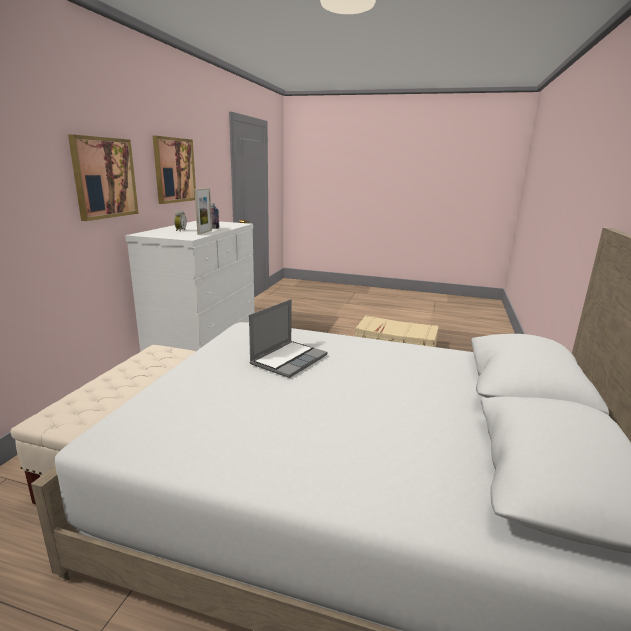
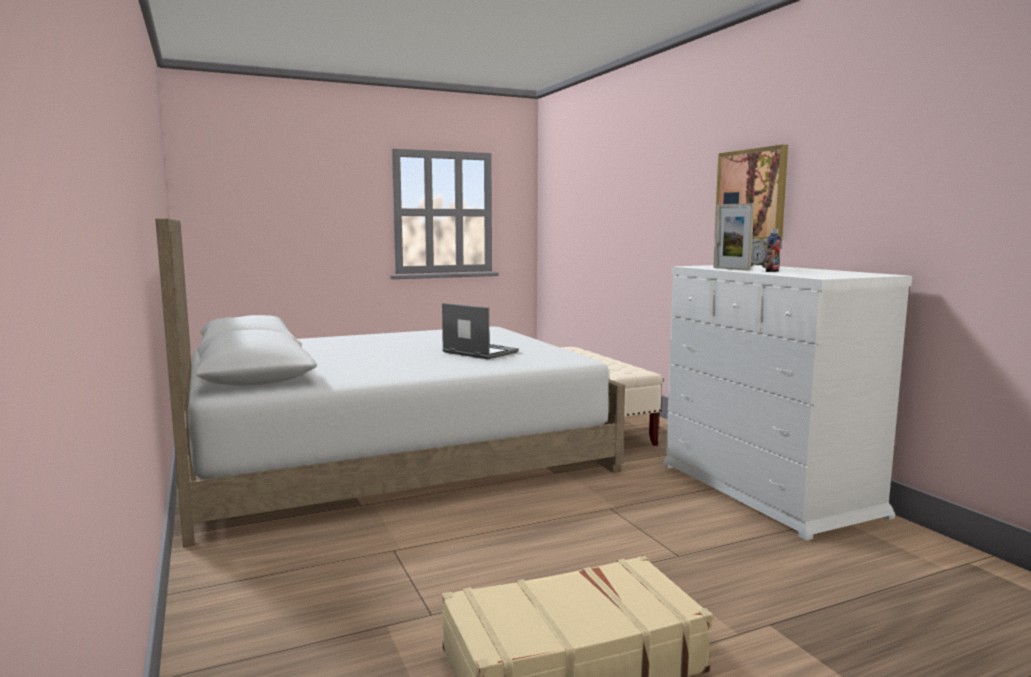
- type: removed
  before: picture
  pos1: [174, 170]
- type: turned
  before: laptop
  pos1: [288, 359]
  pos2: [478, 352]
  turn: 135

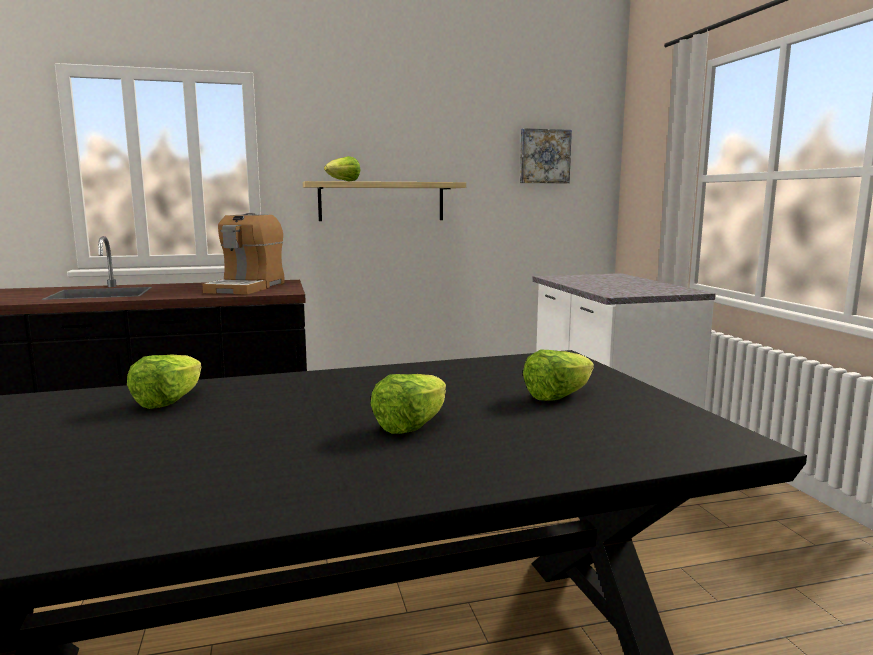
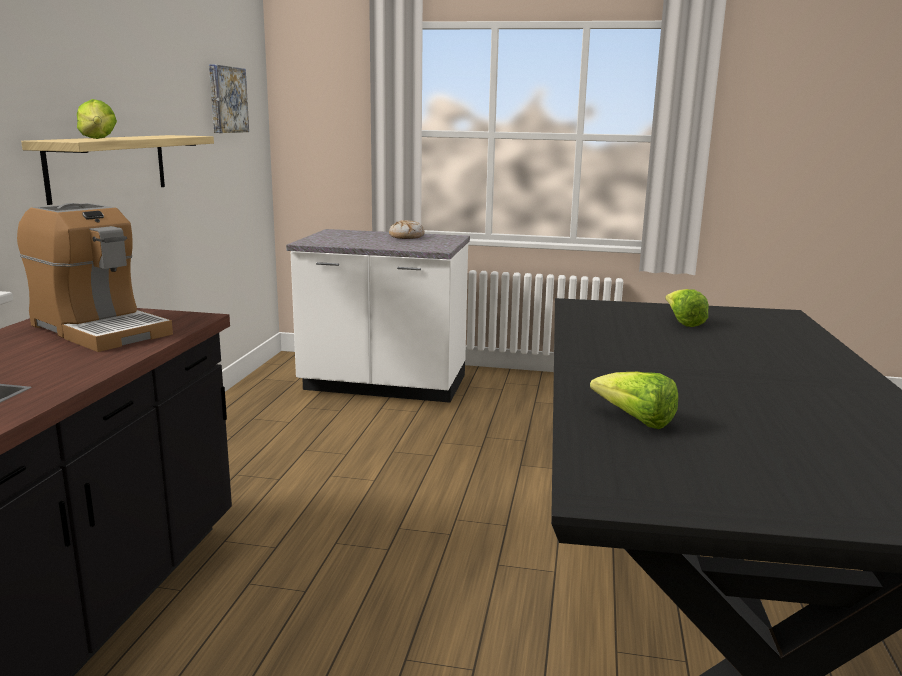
- type: removed
  before: lettuce
  pos1: [411, 426]
- type: added
  after: bread
  pos2: [406, 237]

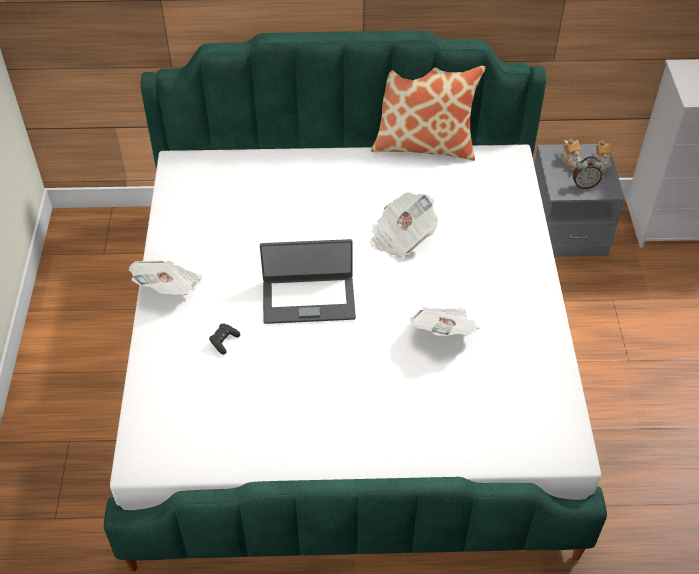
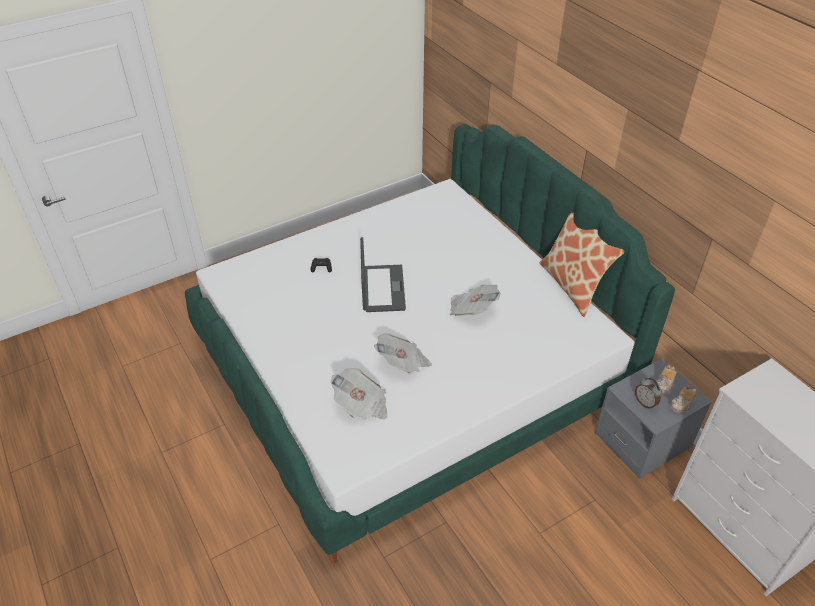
- type: turned
  before: laptop
  pos1: [308, 299]
  pos2: [382, 289]
  turn: -150
- type: moved
  before: newspaper
  pos1: [169, 288]
  pos2: [361, 405]

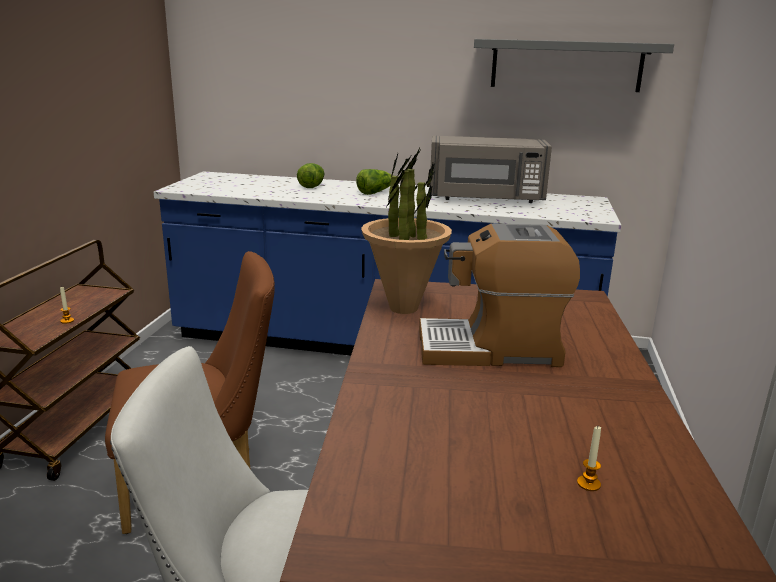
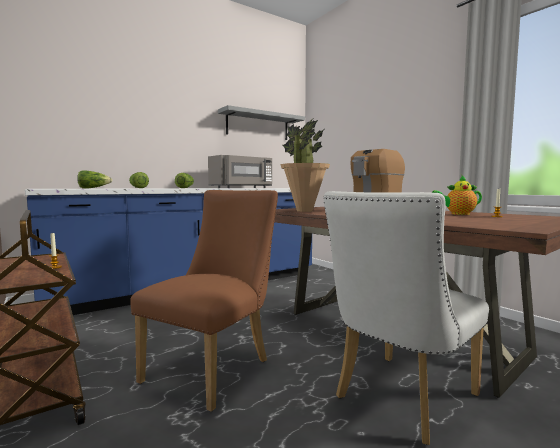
- type: added
  after: lettuce
  pos2: [93, 188]
- type: added
  after: teapot
  pos2: [458, 214]

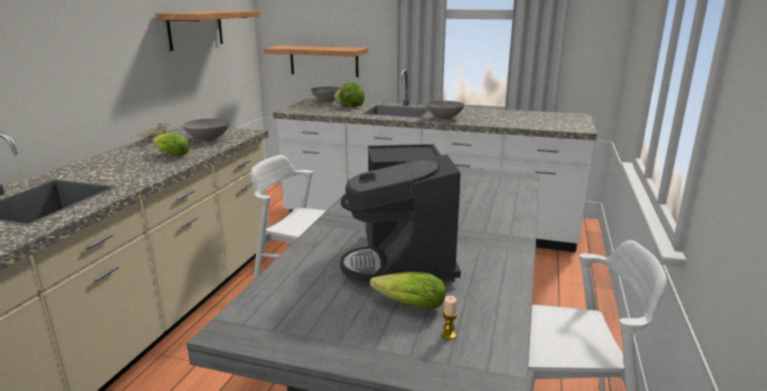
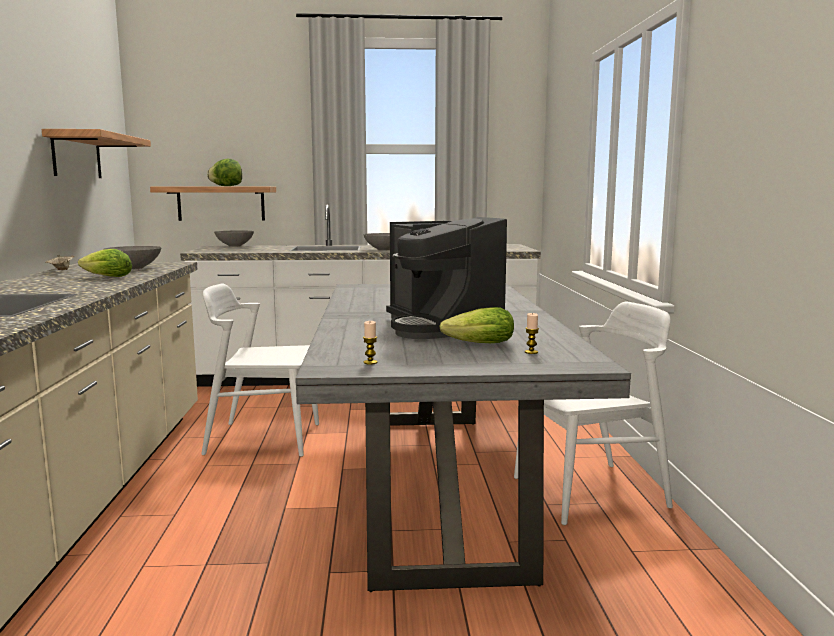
- type: moved
  before: lettuce
  pos1: [350, 106]
  pos2: [226, 186]
- type: added
  after: candle
  pos2: [370, 362]

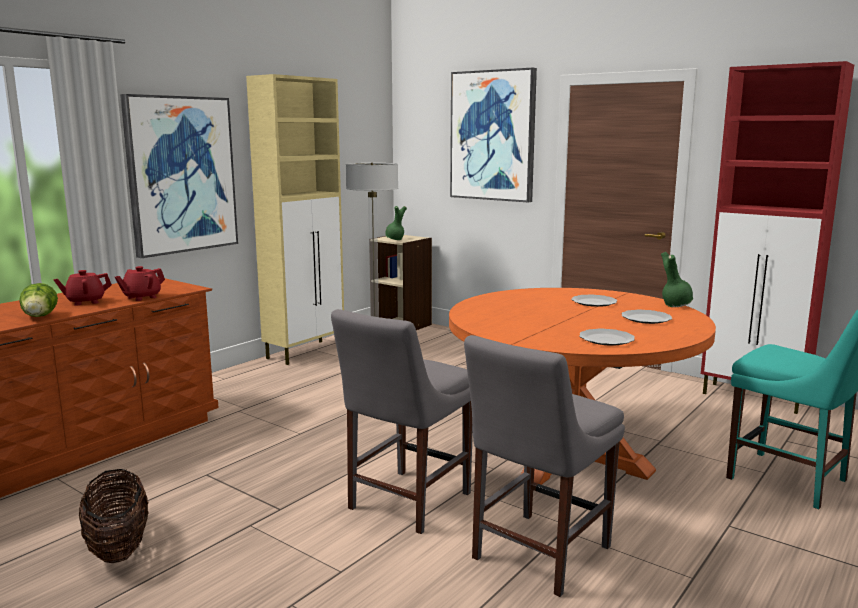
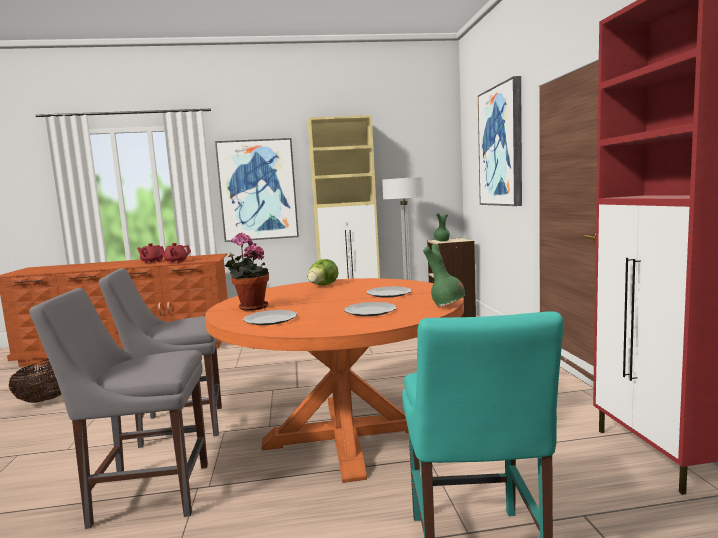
- type: moved
  before: lettuce
  pos1: [40, 317]
  pos2: [322, 285]
- type: added
  after: potted plant
  pos2: [250, 308]

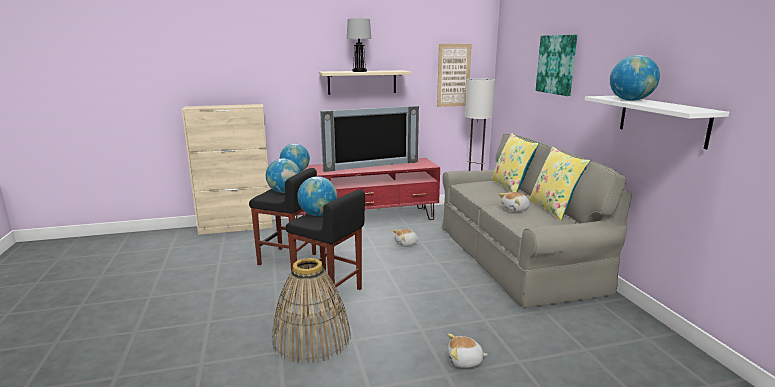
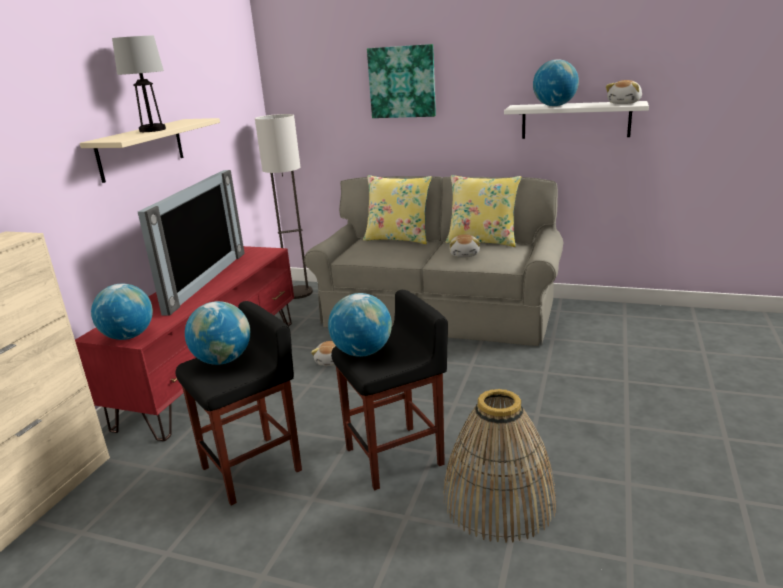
- type: removed
  before: picture
  pos1: [453, 75]
- type: moved
  before: plush toy
  pos1: [464, 361]
  pos2: [625, 103]

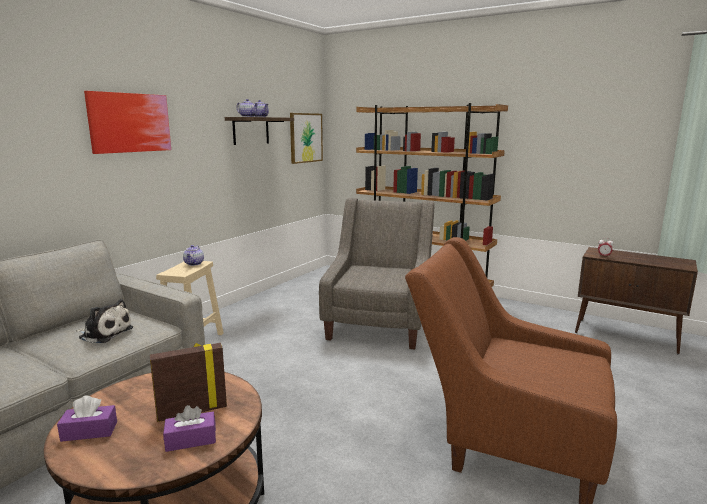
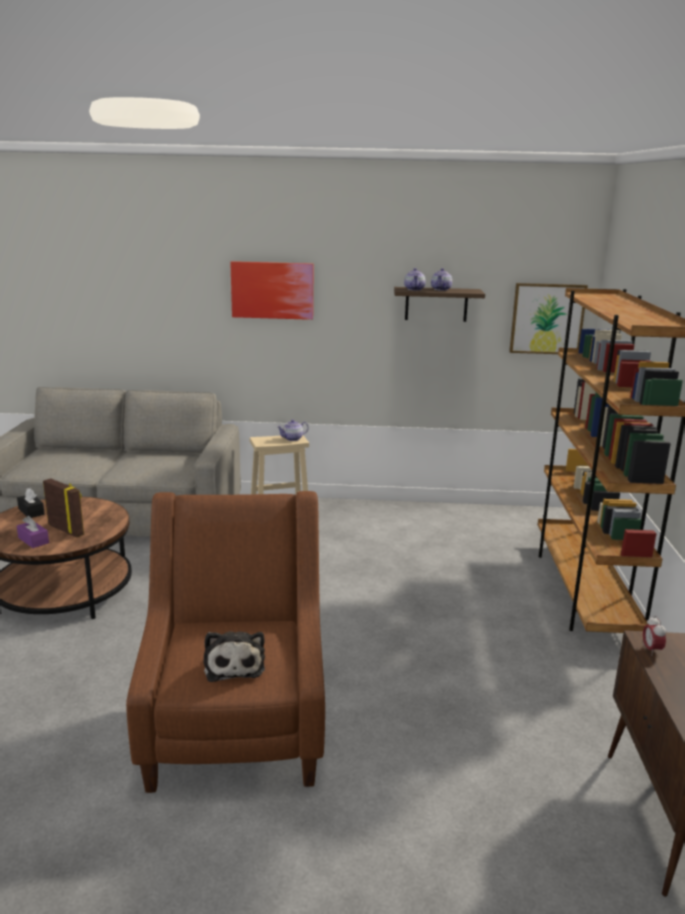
- type: removed
  before: grey armchair
  pos1: [379, 323]
- type: moved
  before: plush toy
  pos1: [104, 333]
  pos2: [234, 664]
- type: recoloured
  before: purple tissue box
  after: black tissue box
  pos1: [89, 431]
  pos2: [31, 511]

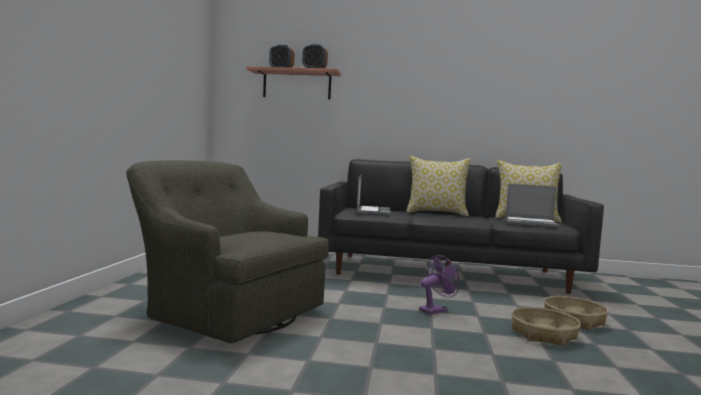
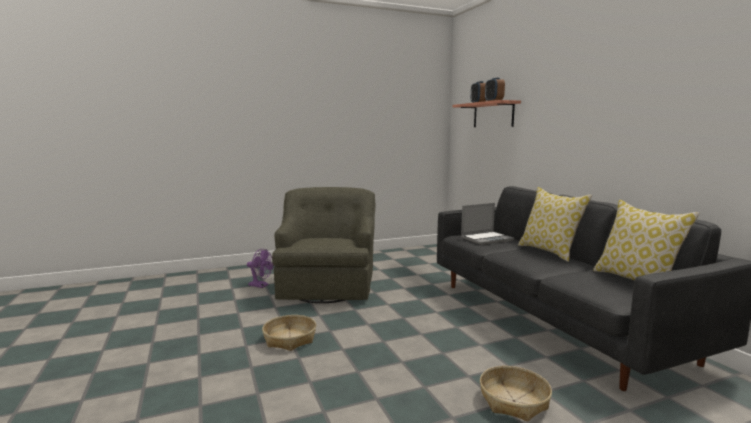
- type: removed
  before: laptop
  pos1: [531, 223]
- type: moved
  before: purple fan
  pos1: [436, 310]
  pos2: [261, 285]
- type: moved
  before: basket
  pos1: [543, 334]
  pos2: [290, 339]

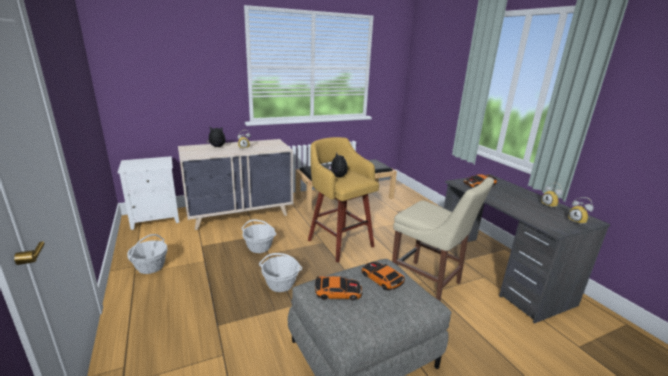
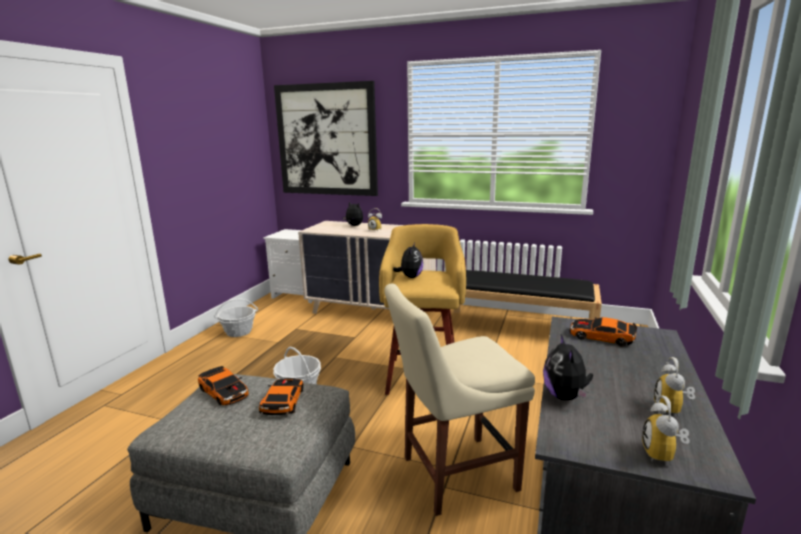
- type: turned
  before: beige chair
  pos1: [428, 284]
  pos2: [453, 474]
  turn: 75
- type: removed
  before: basket
  pos1: [259, 247]
- type: added
  after: picture
  pos2: [326, 140]
- type: added
  after: plush toy
  pos2: [565, 396]

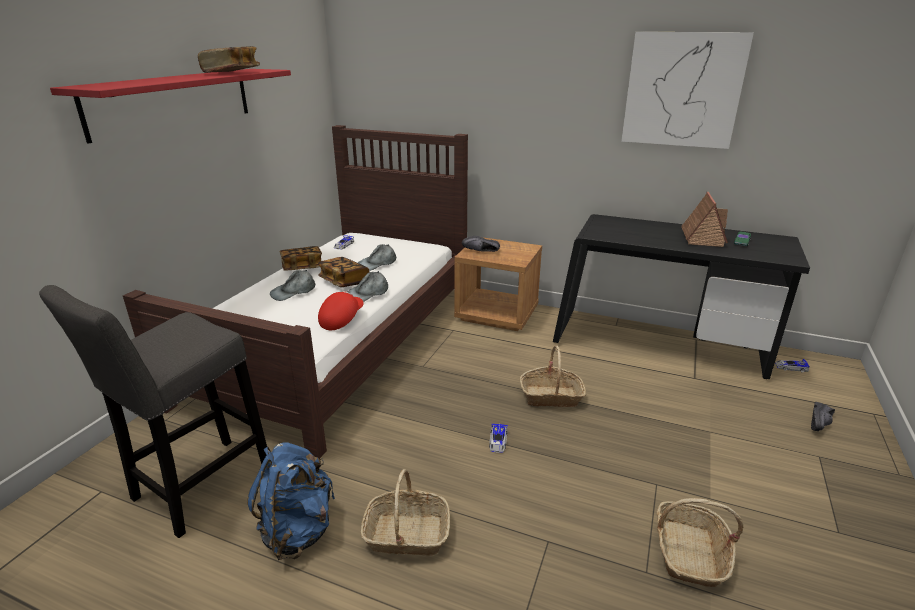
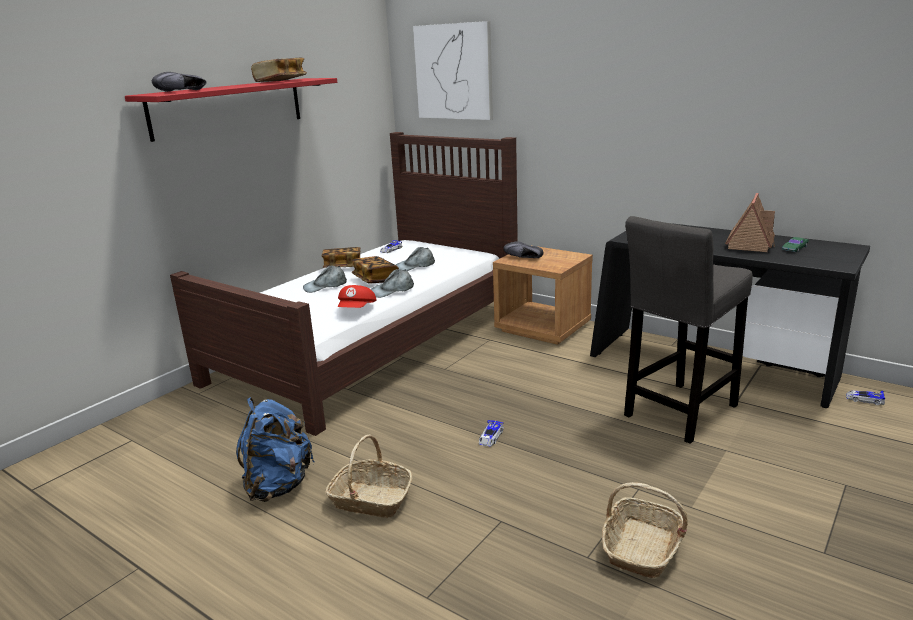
- type: moved
  before: picture
  pos1: [682, 90]
  pos2: [454, 72]
- type: moved
  before: grey stool
  pos1: [197, 488]
  pos2: [678, 413]
- type: turned
  before: red cap
  pos1: [341, 319]
  pos2: [357, 309]
  turn: 150
- type: removed
  before: basket
  pos1: [551, 396]
- type: moved
  before: black shoe
  pos1: [821, 424]
  pos2: [183, 91]

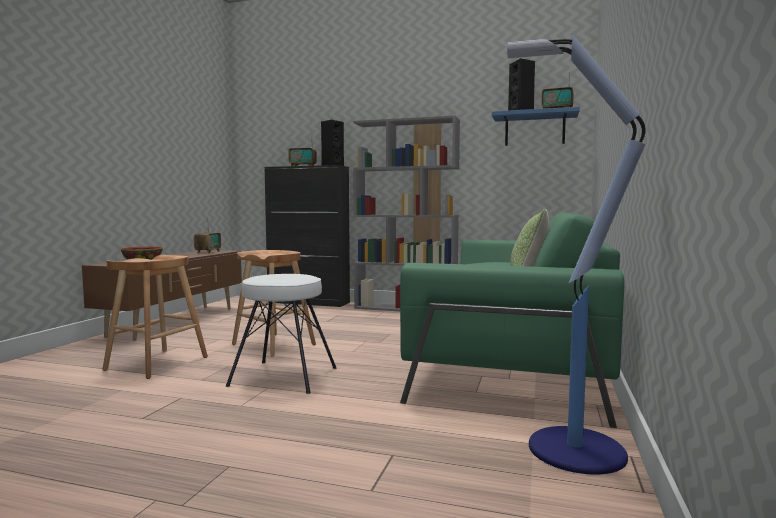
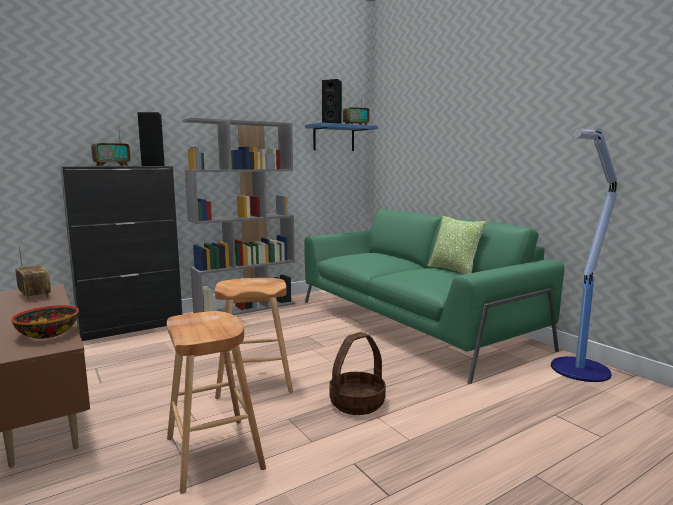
- type: replaced
  before: white stool
  after: basket
  pos1: [284, 376]
  pos2: [357, 403]

